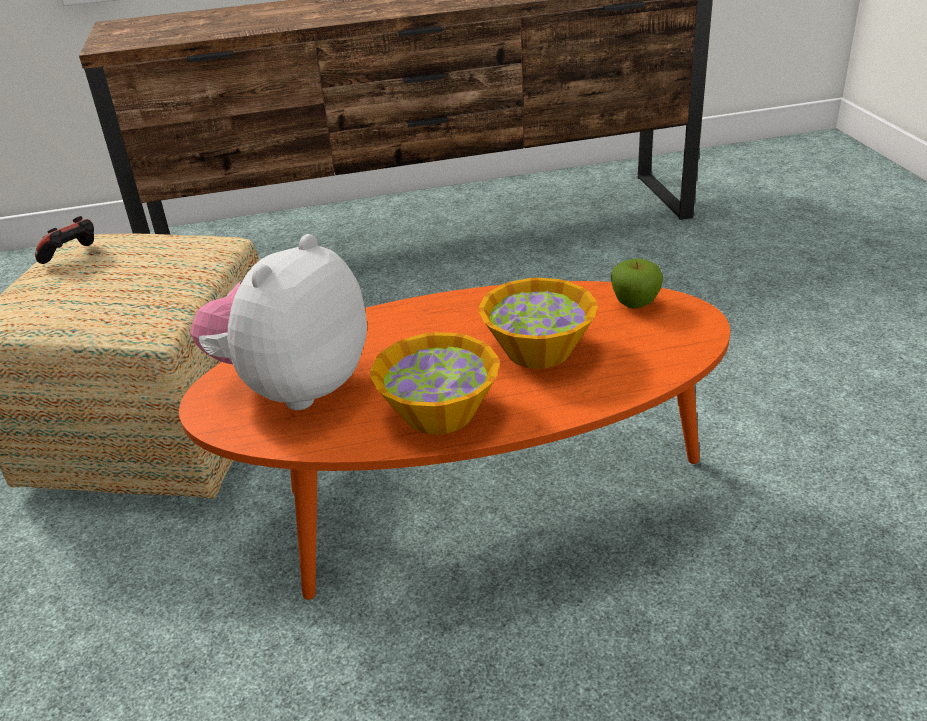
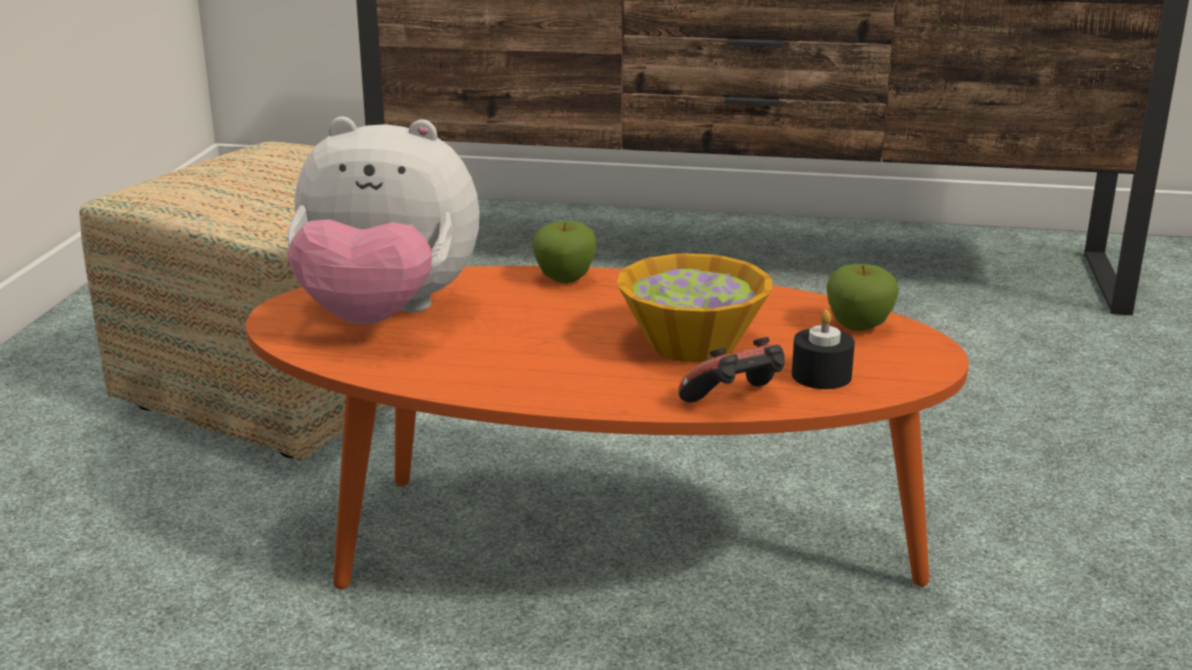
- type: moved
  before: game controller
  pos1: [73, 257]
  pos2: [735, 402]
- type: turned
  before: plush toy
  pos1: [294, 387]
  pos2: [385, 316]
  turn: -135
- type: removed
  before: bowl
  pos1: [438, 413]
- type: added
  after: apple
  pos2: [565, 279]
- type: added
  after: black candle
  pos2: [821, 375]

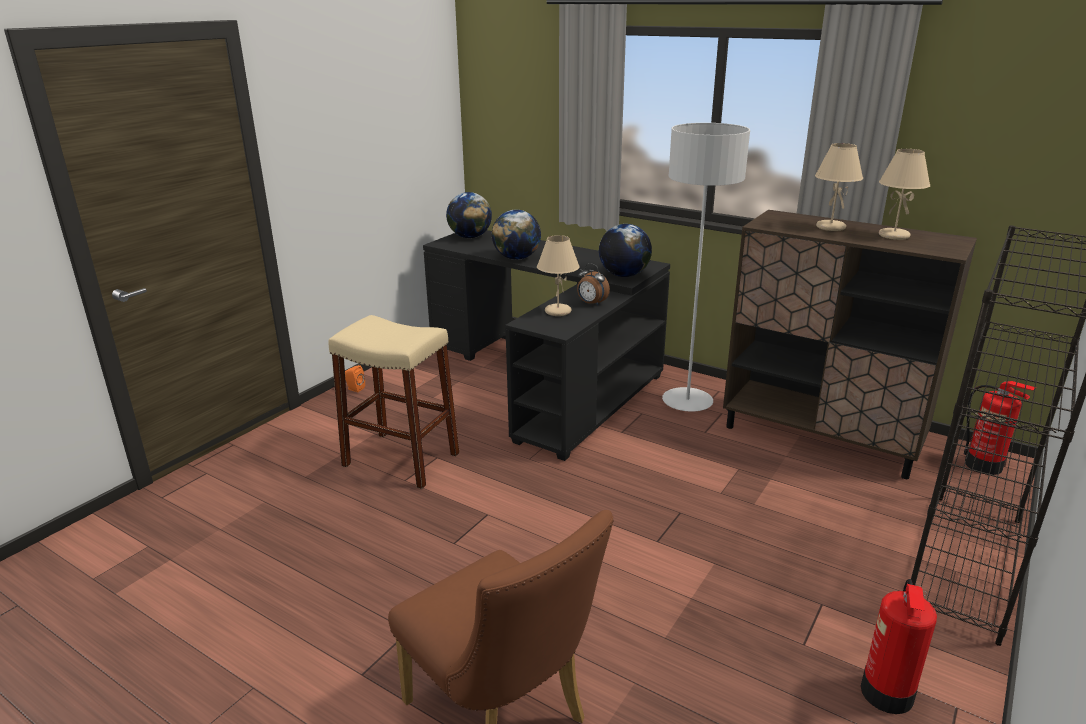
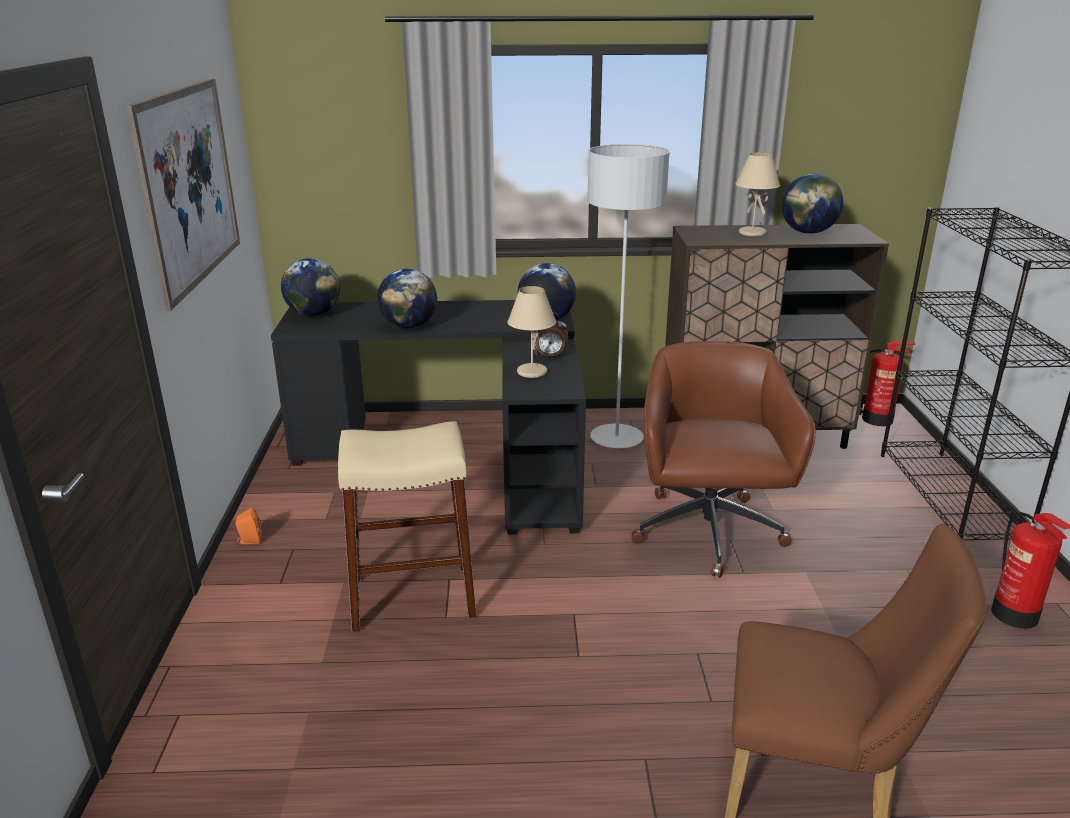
- type: replaced
  before: beige table lamp
  after: globe
  pos1: [893, 236]
  pos2: [808, 232]
- type: added
  after: picture
  pos2: [190, 186]
- type: added
  after: brown office chair
  pos2: [708, 534]

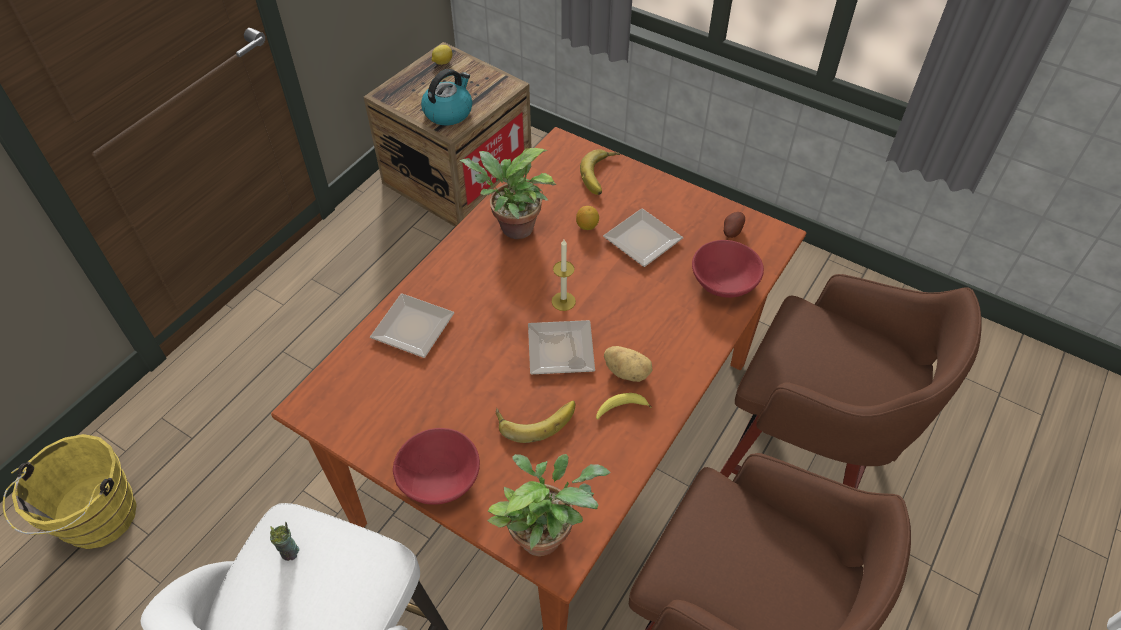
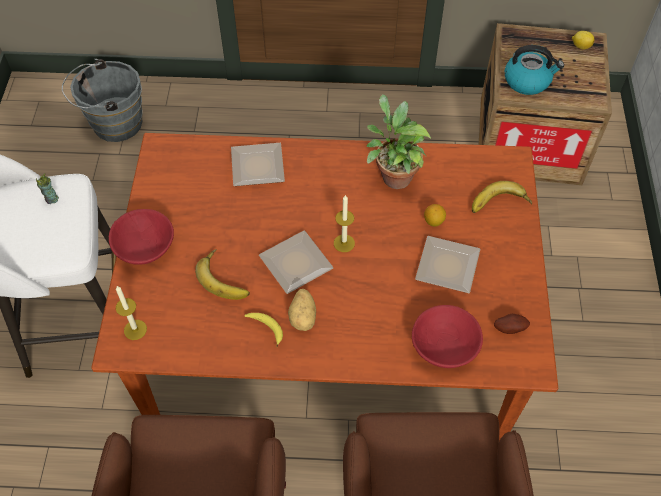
- type: recoloured
  before: yellow bucket
  after: grey bucket
  pos1: [95, 521]
  pos2: [113, 124]
- type: replaced
  before: potted plant
  after: candle
  pos1: [545, 532]
  pos2: [135, 329]

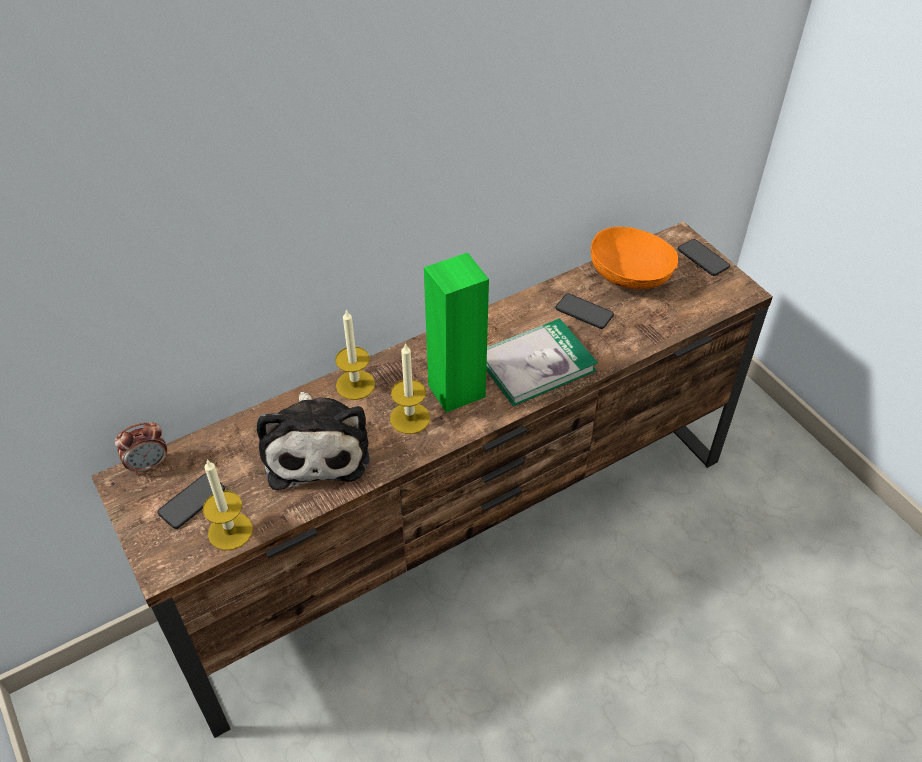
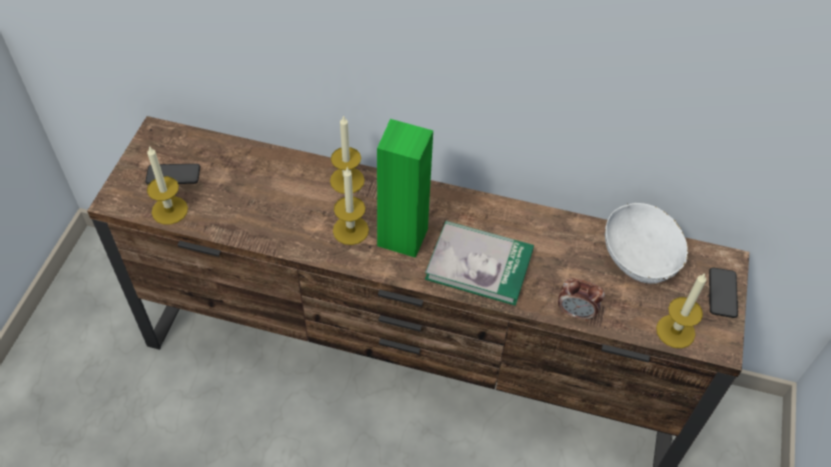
- type: recoloured
  before: orange bowl
  after: white bowl
  pos1: [630, 276]
  pos2: [639, 259]
- type: removed
  before: phone
  pos1: [584, 312]
- type: removed
  before: plush toy
  pos1: [316, 448]
- type: moved
  before: alarm clock
  pos1: [149, 465]
  pos2: [576, 312]
- type: added
  after: candle
  pos2: [675, 331]

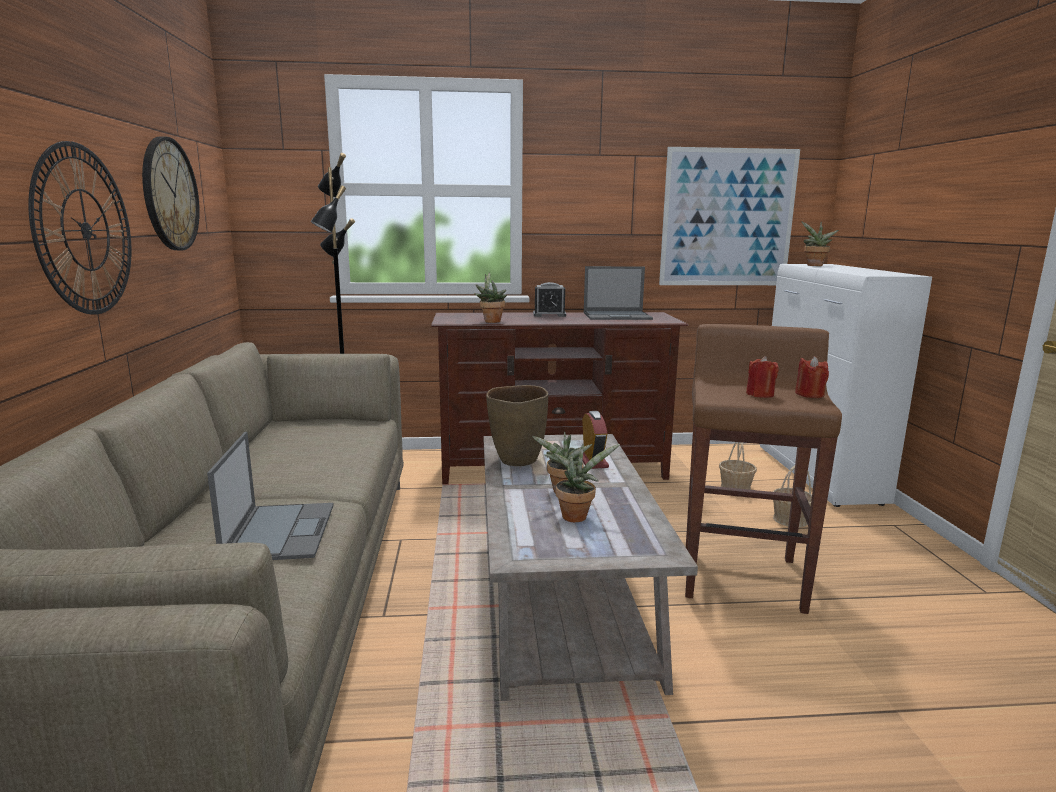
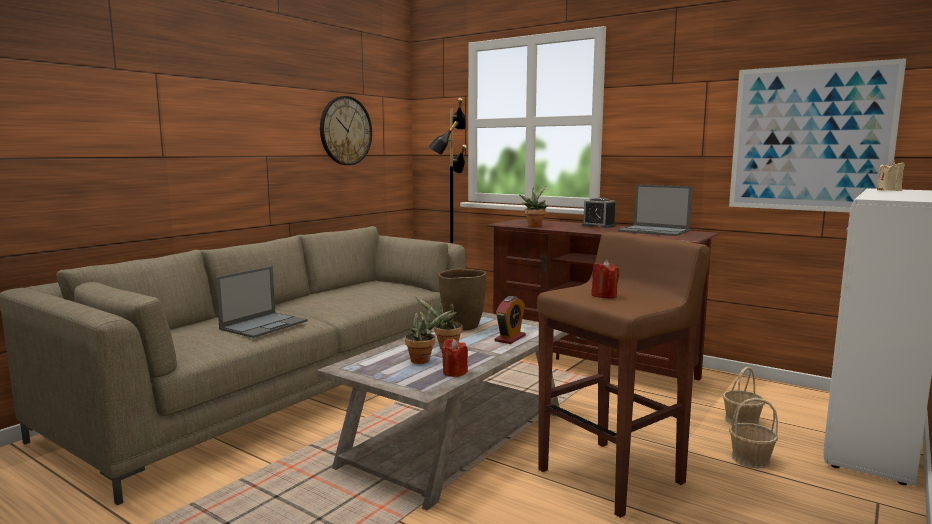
- type: removed
  before: wall clock
  pos1: [85, 230]
- type: replaced
  before: potted plant
  after: beige candle
  pos1: [814, 265]
  pos2: [889, 190]
- type: moved
  before: red candle
  pos1: [809, 394]
  pos2: [454, 372]

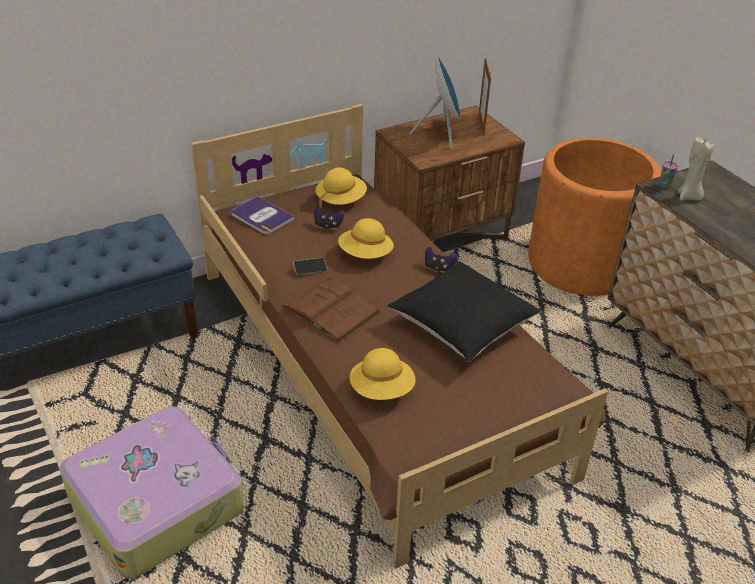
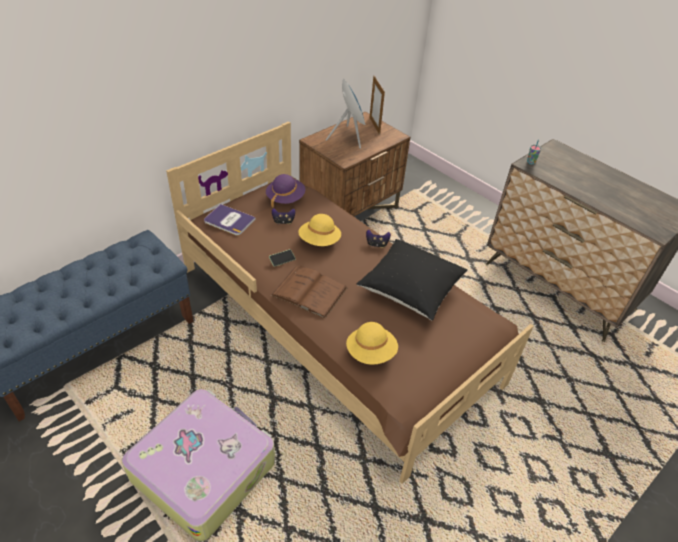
- type: removed
  before: beige candle
  pos1: [689, 197]
- type: removed
  before: orange planter
  pos1: [581, 264]
- type: recoloured
  before: yellow hat
  after: purple hat
  pos1: [341, 200]
  pos2: [285, 198]

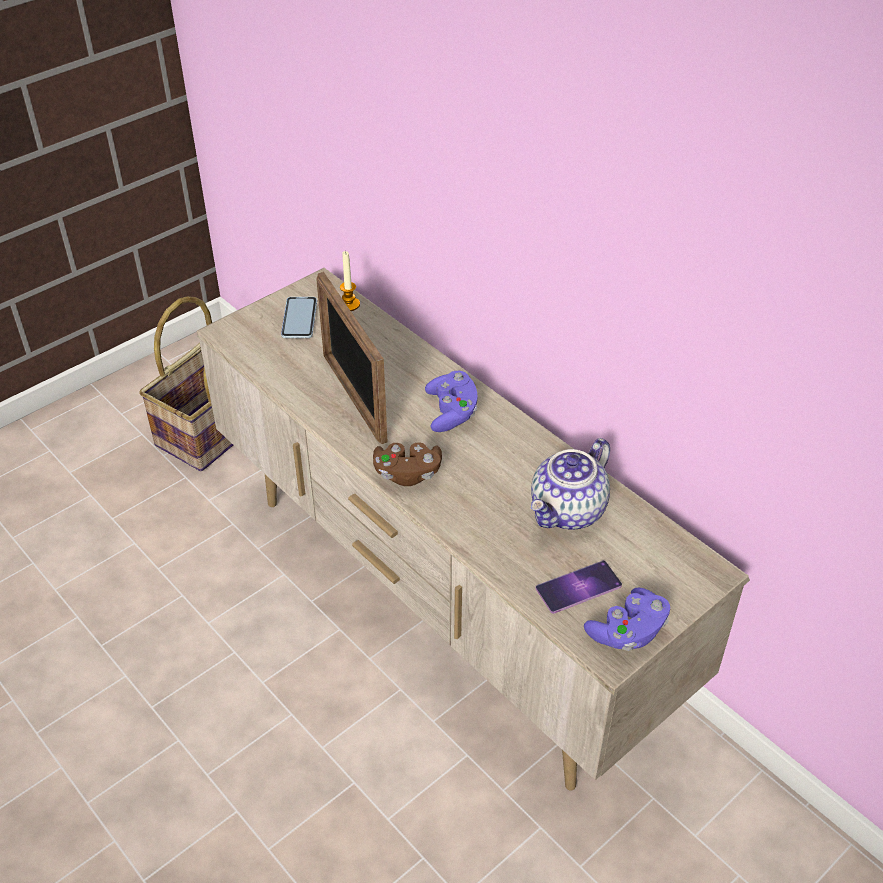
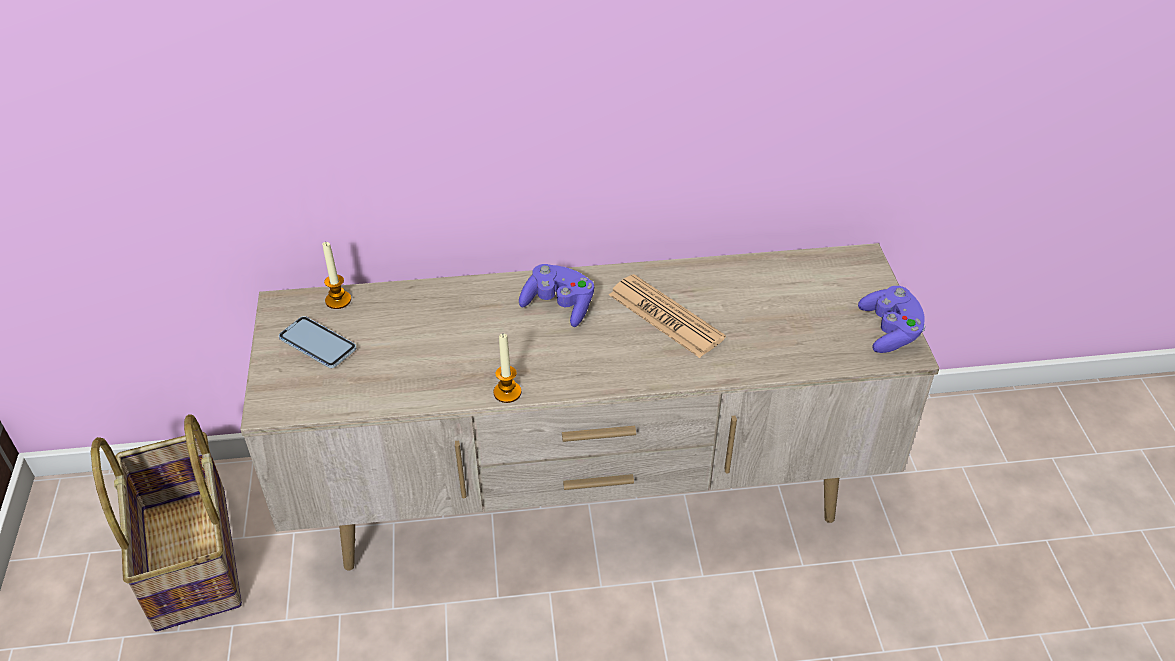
- type: removed
  before: picture frame
  pos1: [354, 397]
- type: removed
  before: teapot
  pos1: [568, 511]
- type: removed
  before: brown game controller
  pos1: [407, 473]
- type: removed
  before: phone
  pos1: [578, 587]
- type: added
  after: newspaper
  pos2: [665, 317]
- type: added
  after: candle
  pos2: [507, 392]

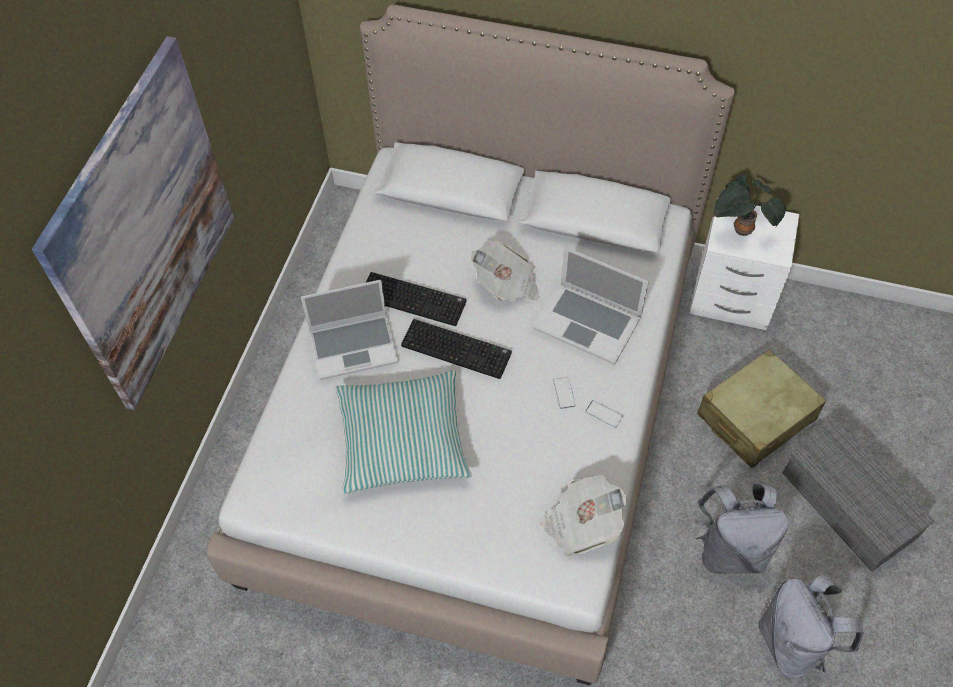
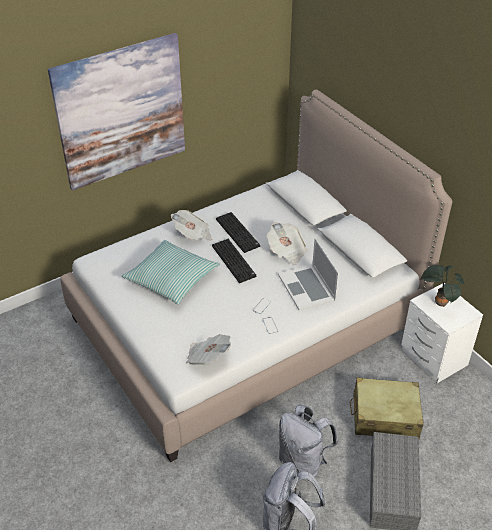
- type: replaced
  before: laptop
  after: newspaper
  pos1: [354, 346]
  pos2: [193, 234]

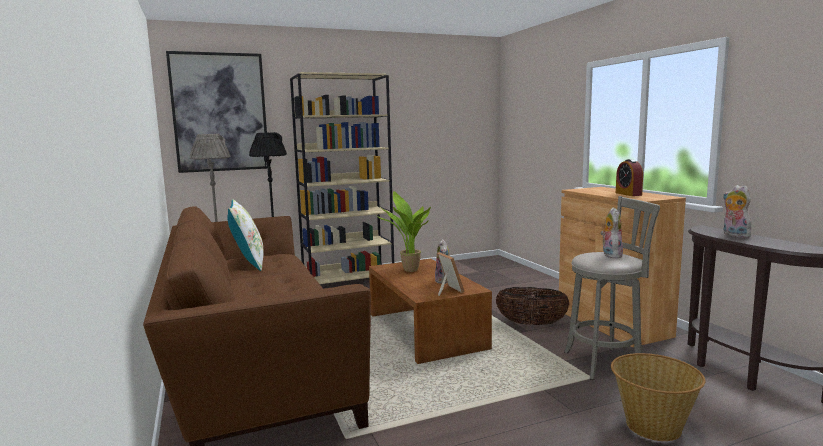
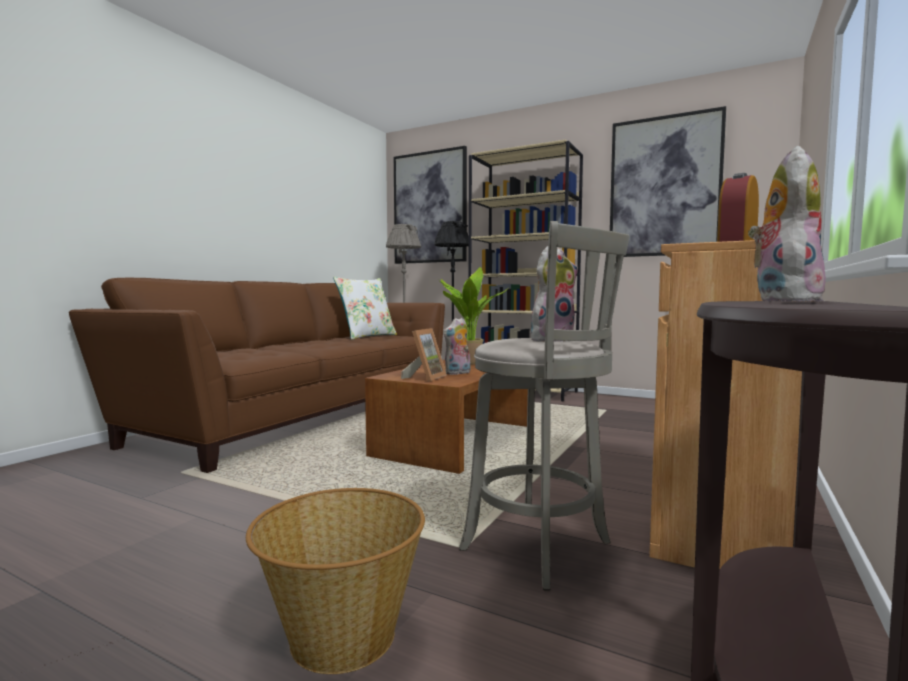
- type: removed
  before: basket
  pos1: [531, 324]
- type: added
  after: picture
  pos2: [664, 187]

